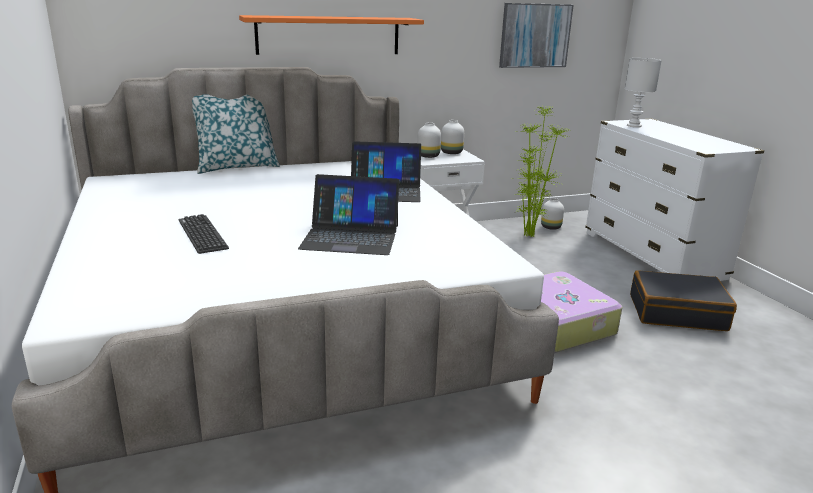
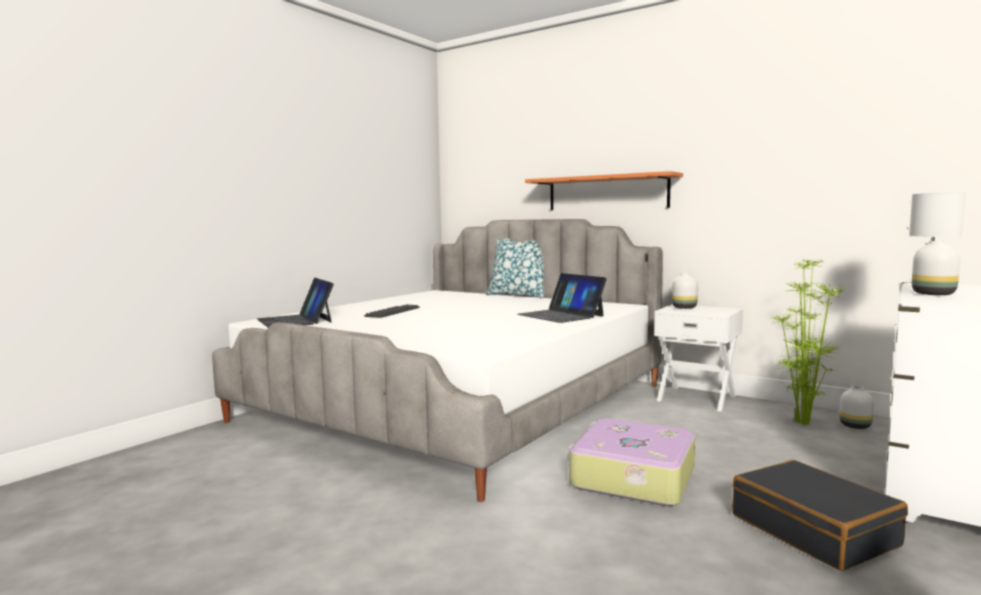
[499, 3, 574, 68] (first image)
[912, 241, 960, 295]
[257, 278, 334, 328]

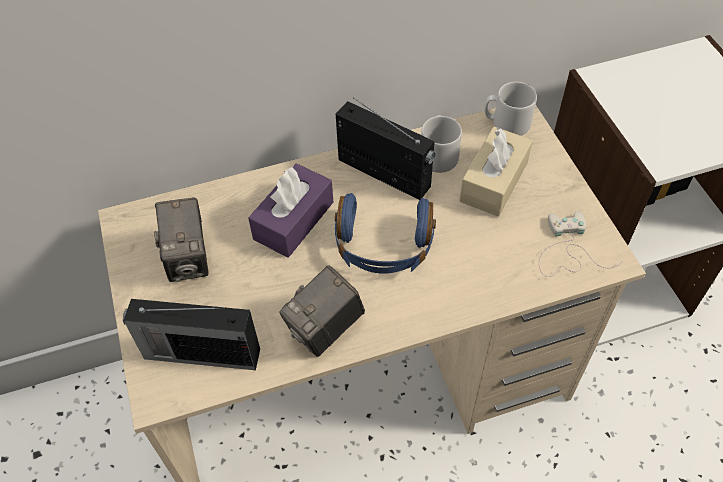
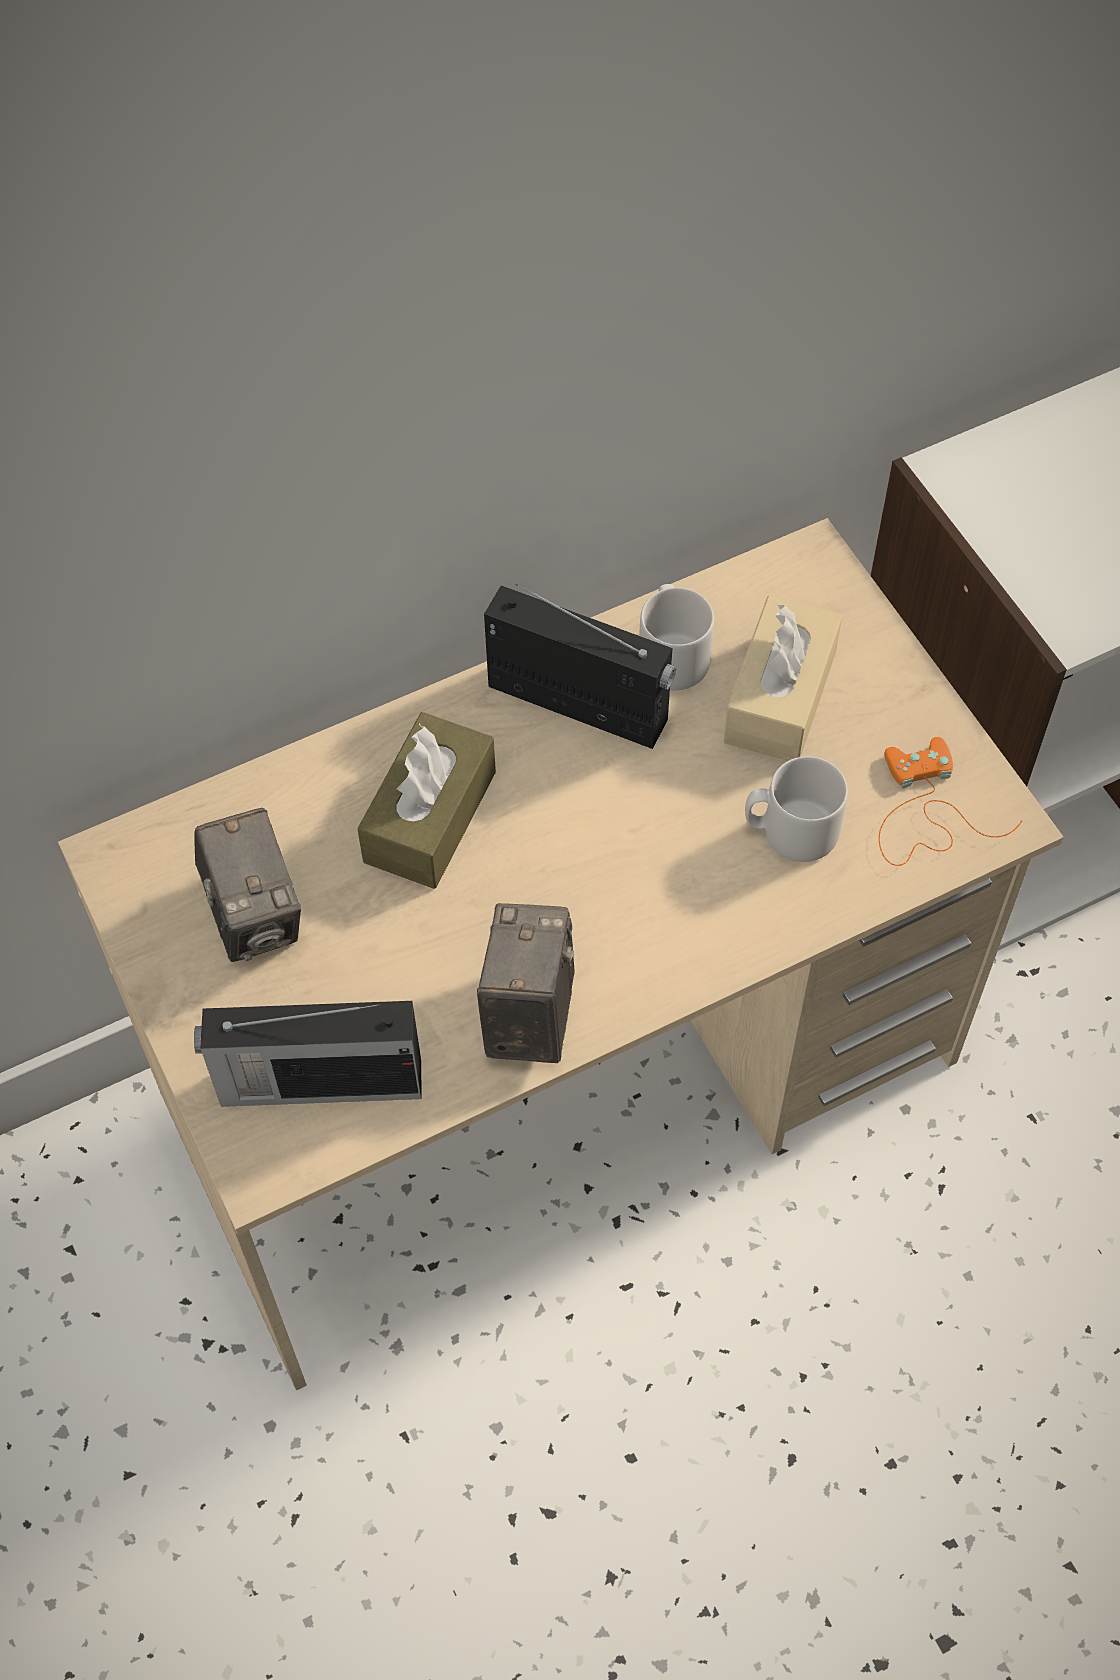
[745, 756, 848, 862]
[357, 712, 496, 889]
[335, 193, 436, 273] (first image)
[879, 737, 1022, 866]
[477, 903, 575, 1063]

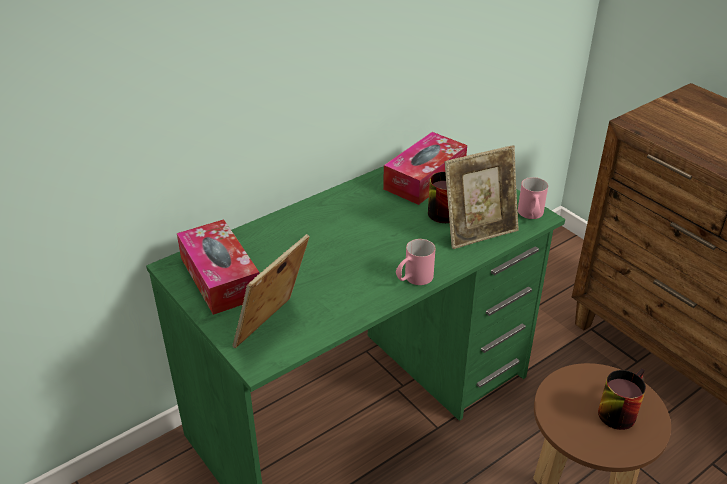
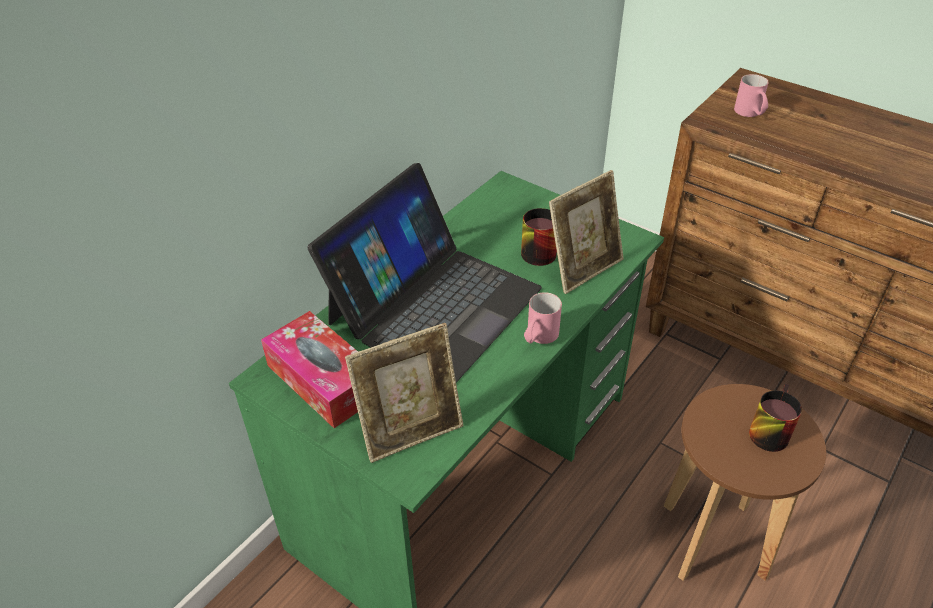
[383, 132, 467, 205] (first image)
[734, 74, 769, 117]
[345, 323, 463, 463]
[307, 163, 542, 383]

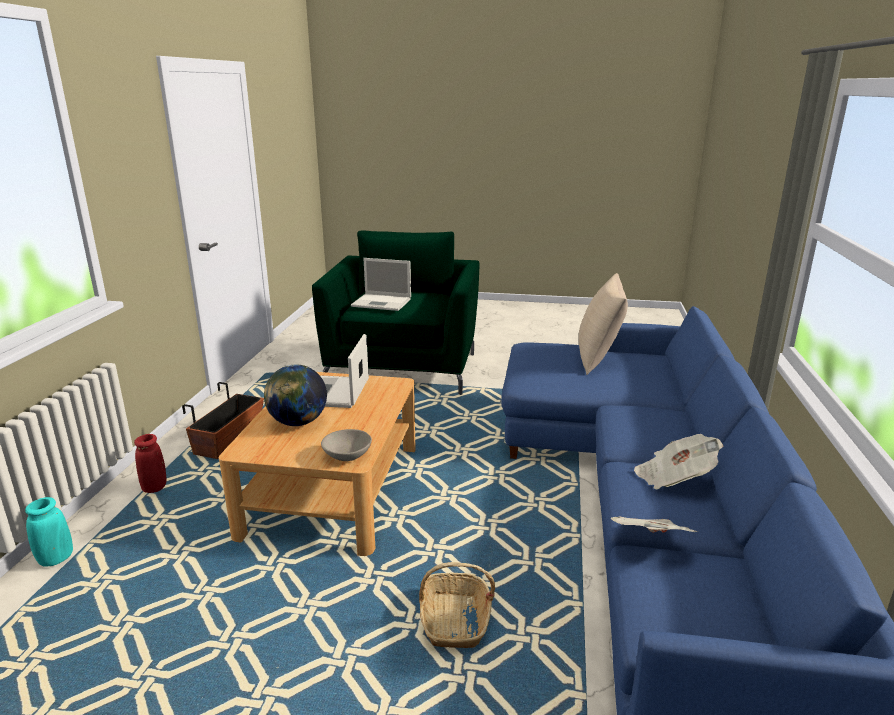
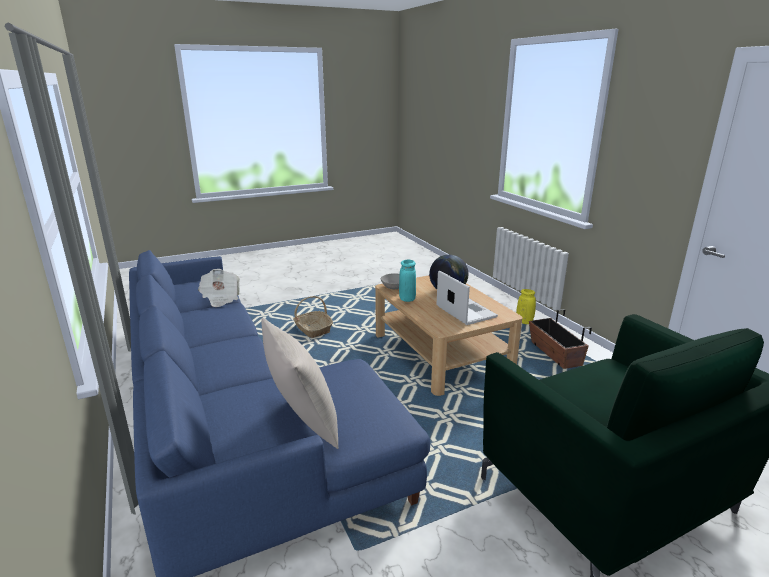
[351, 258, 411, 311] (first image)
[516, 289, 536, 324]
[634, 434, 723, 490] (first image)
[399, 260, 416, 302]

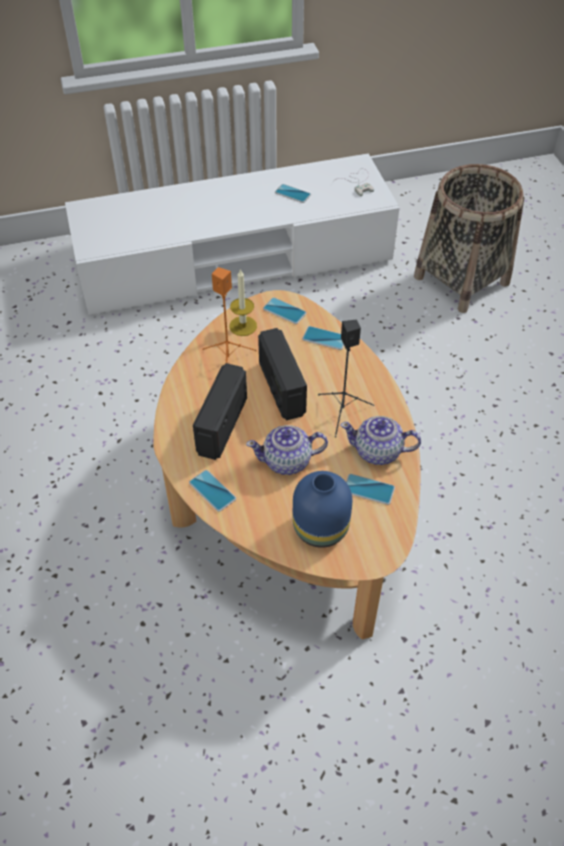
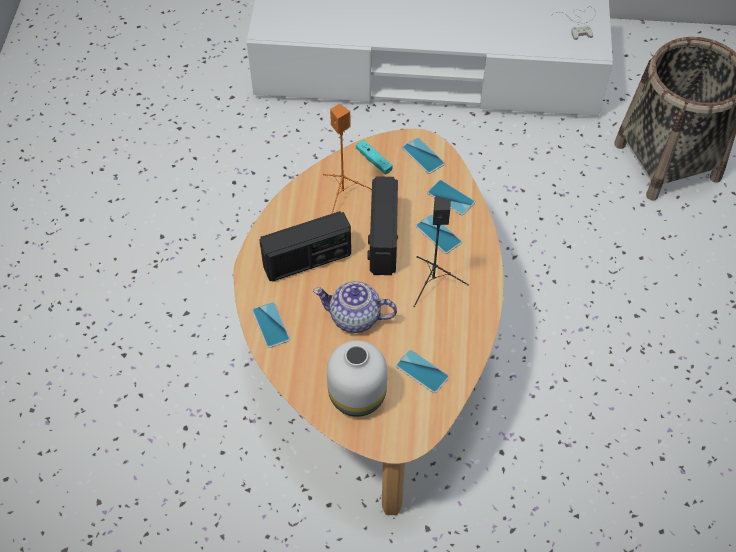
[416, 214, 462, 254]
[356, 140, 393, 175]
[259, 211, 351, 281]
[340, 416, 421, 465] (first image)
[327, 340, 387, 417]

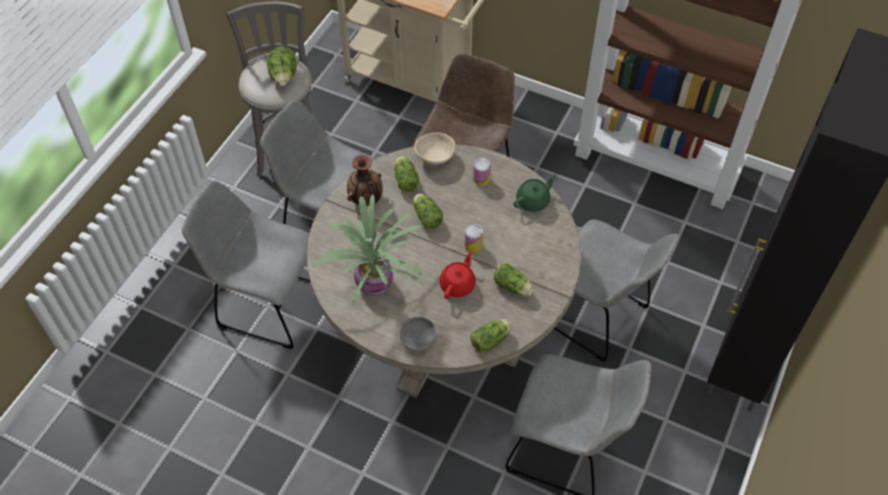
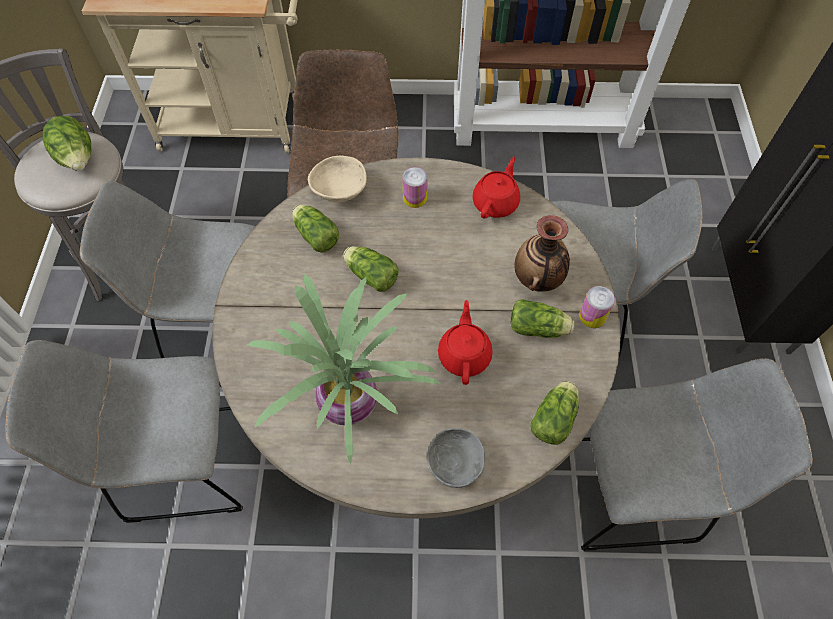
[514, 215, 570, 292]
[473, 157, 520, 219]
[579, 286, 615, 328]

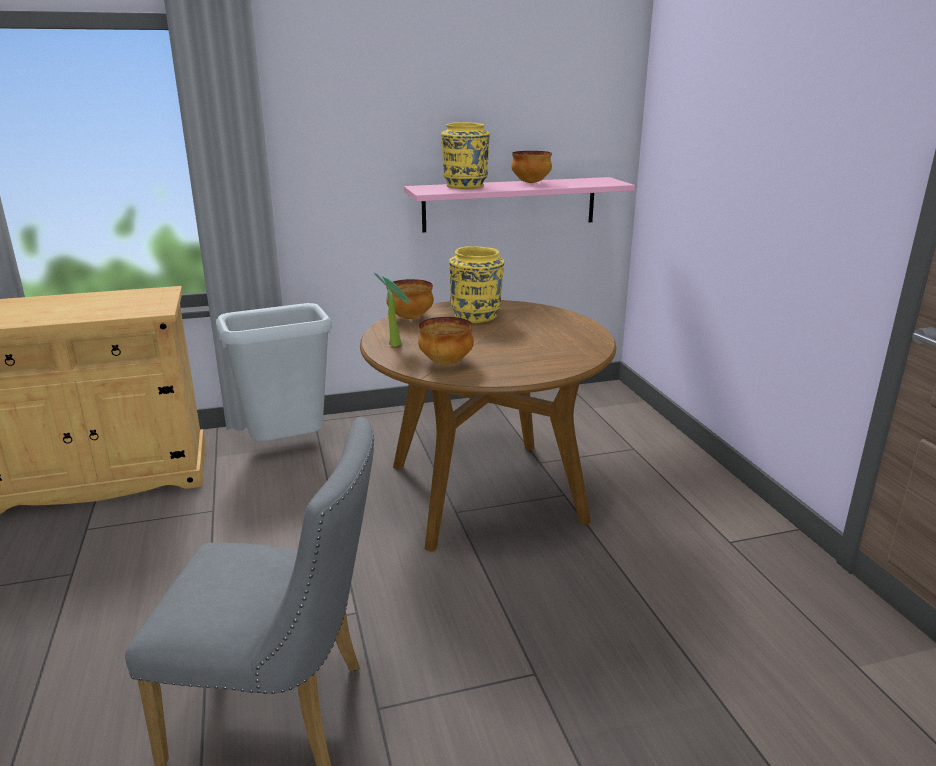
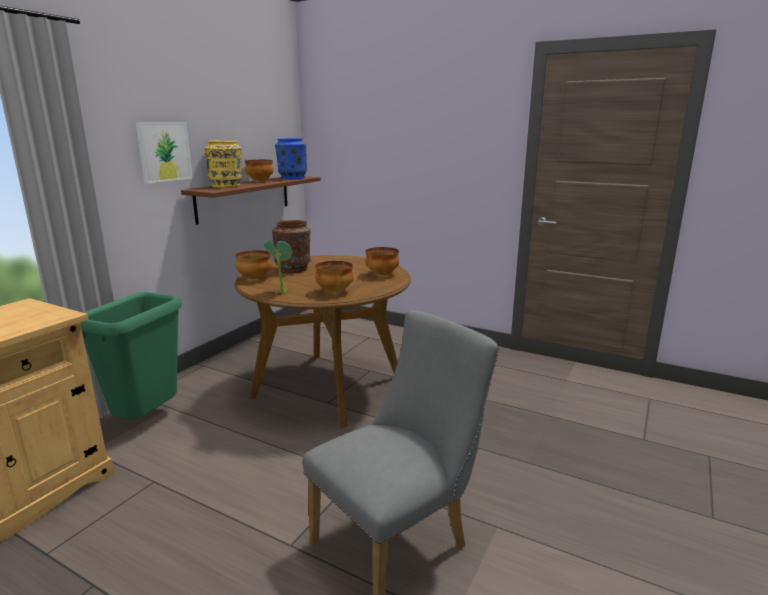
[181, 176, 321, 225]
[272, 220, 311, 273]
[80, 292, 182, 420]
[136, 122, 193, 184]
[275, 138, 307, 179]
[365, 247, 399, 275]

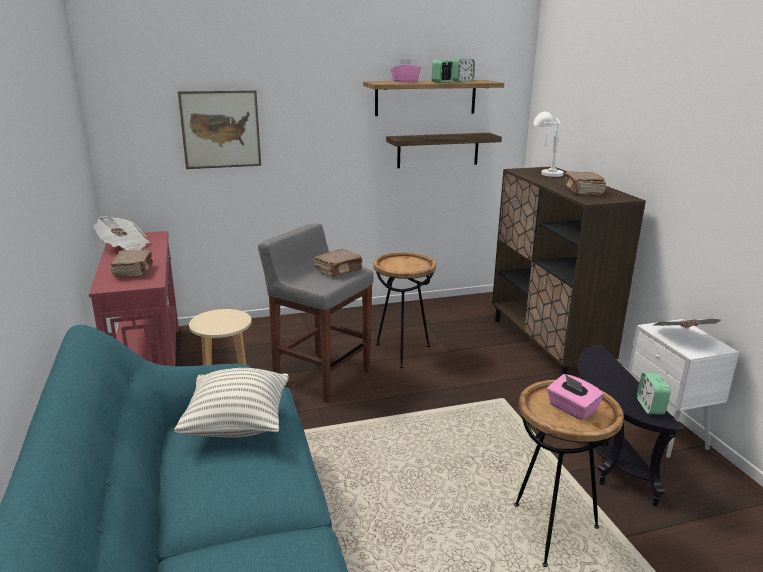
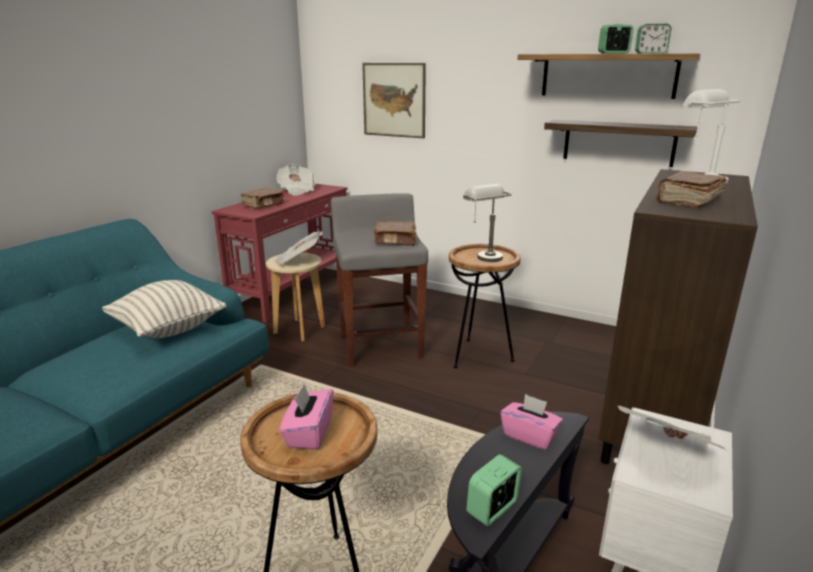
[500, 394, 563, 450]
[463, 184, 512, 262]
[273, 231, 323, 265]

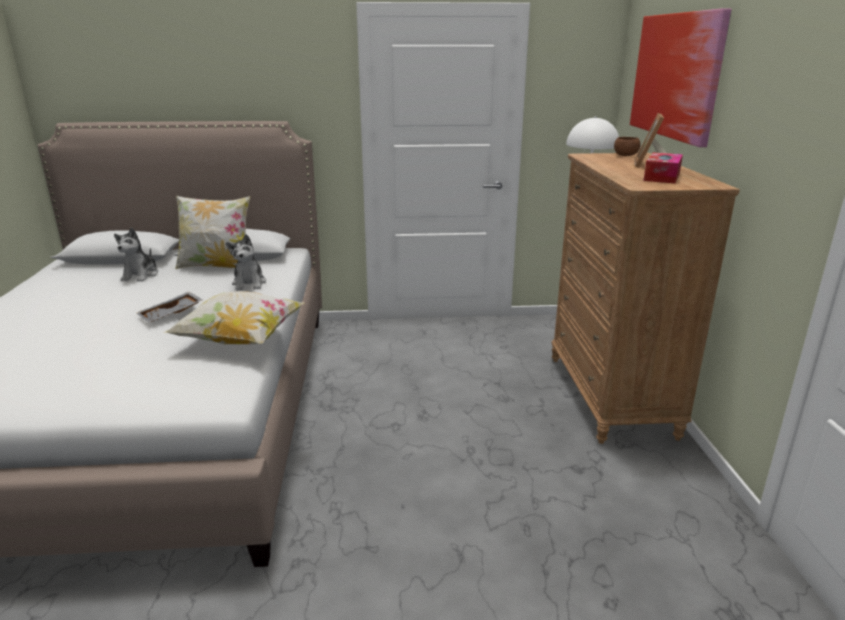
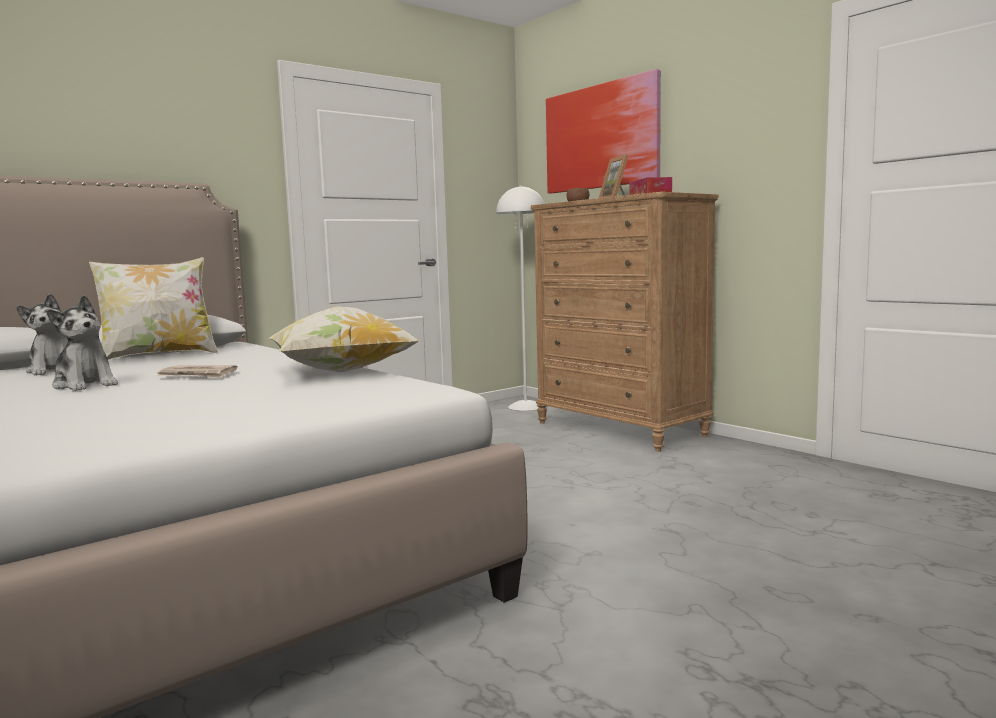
[46, 295, 118, 391]
[157, 366, 238, 378]

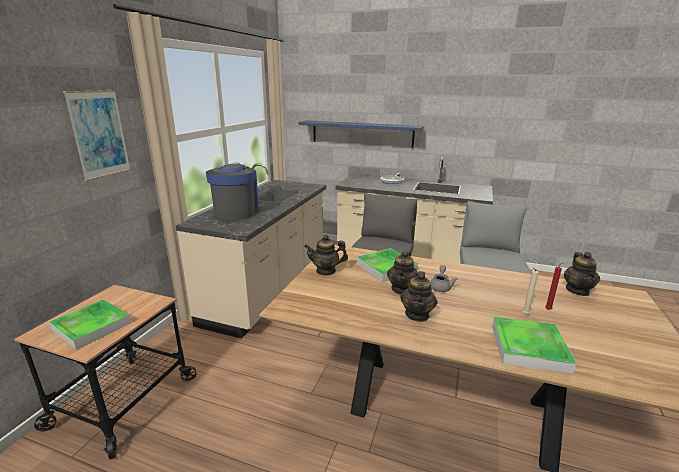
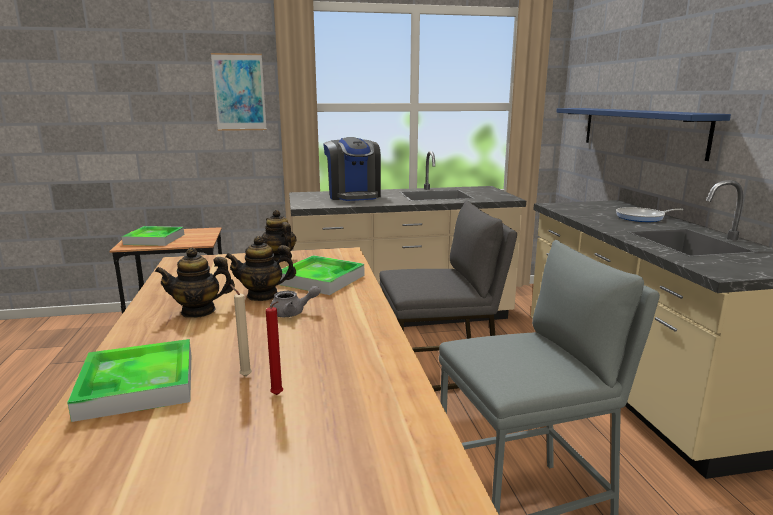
[323, 137, 381, 201]
[564, 252, 600, 296] (first image)

